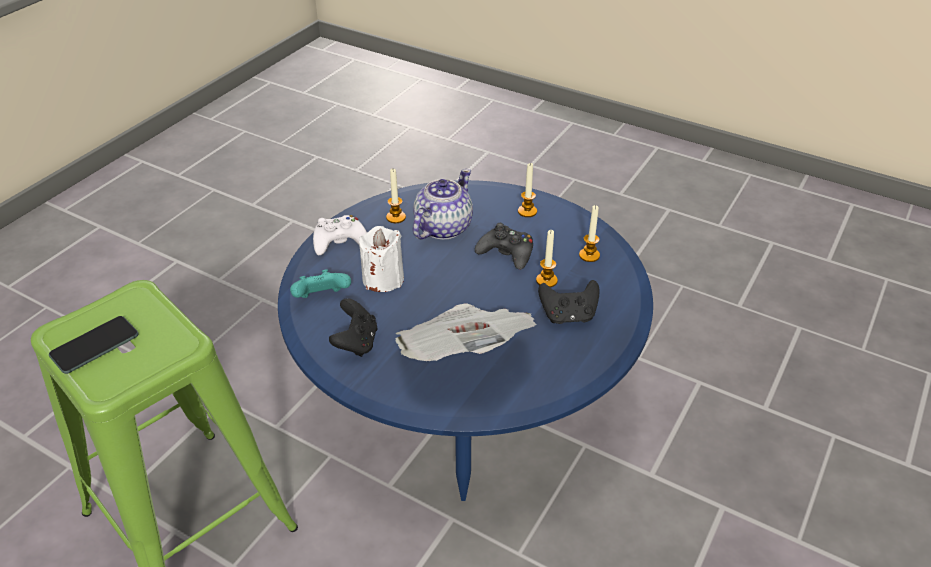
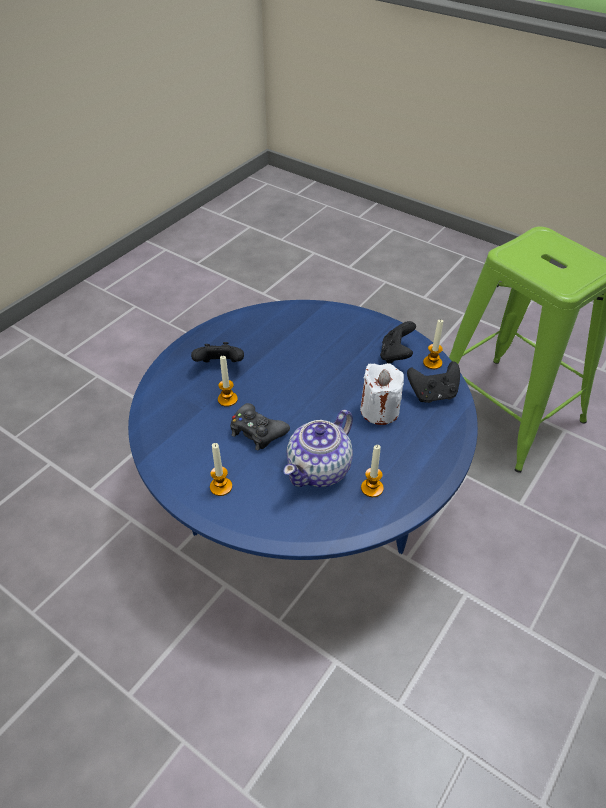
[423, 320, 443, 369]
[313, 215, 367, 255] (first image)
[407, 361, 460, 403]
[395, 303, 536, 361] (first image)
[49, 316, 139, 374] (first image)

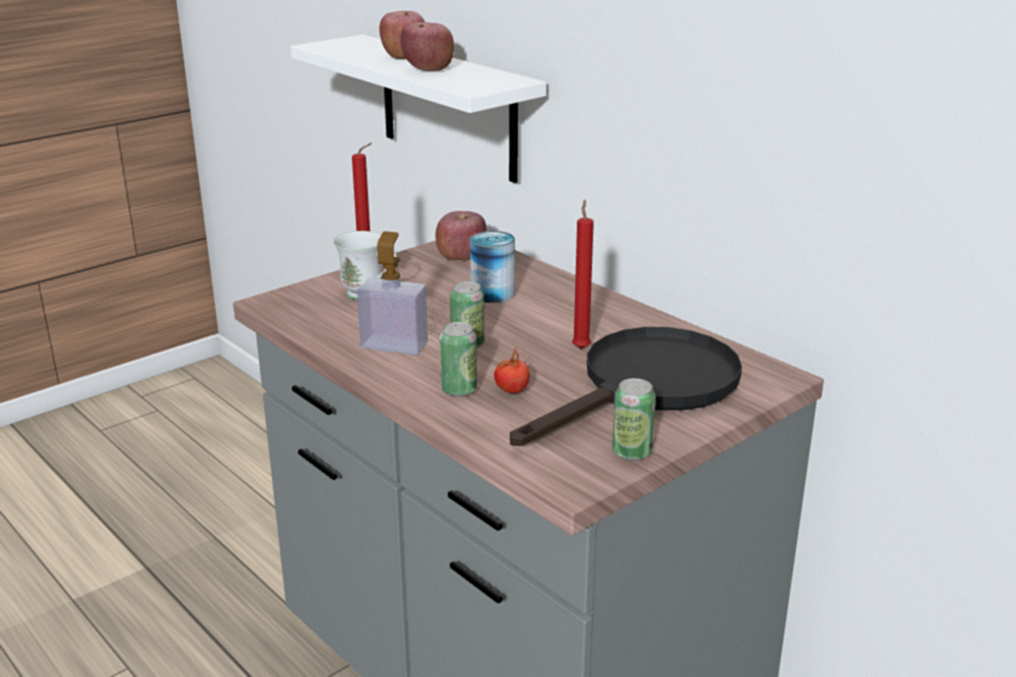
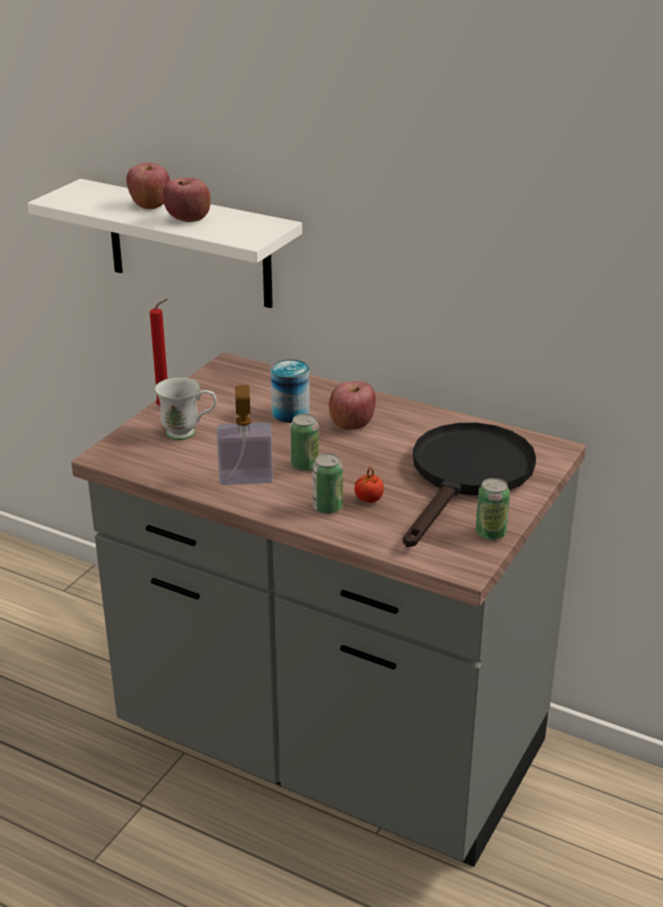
[572, 200, 594, 349] (first image)
[329, 381, 376, 430]

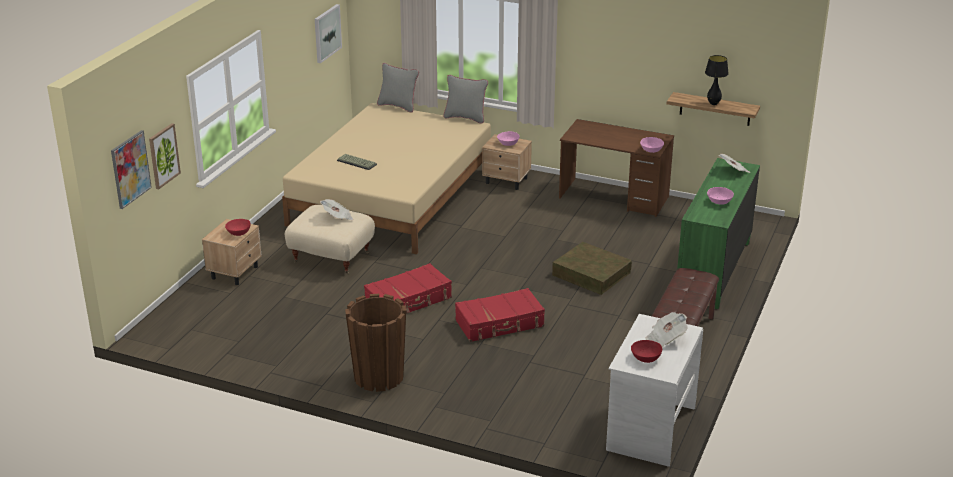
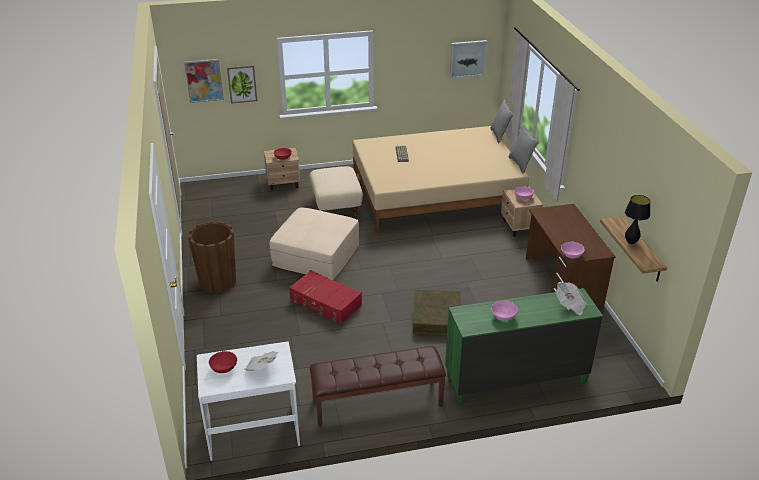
[320, 199, 353, 220] (first image)
[269, 208, 359, 280]

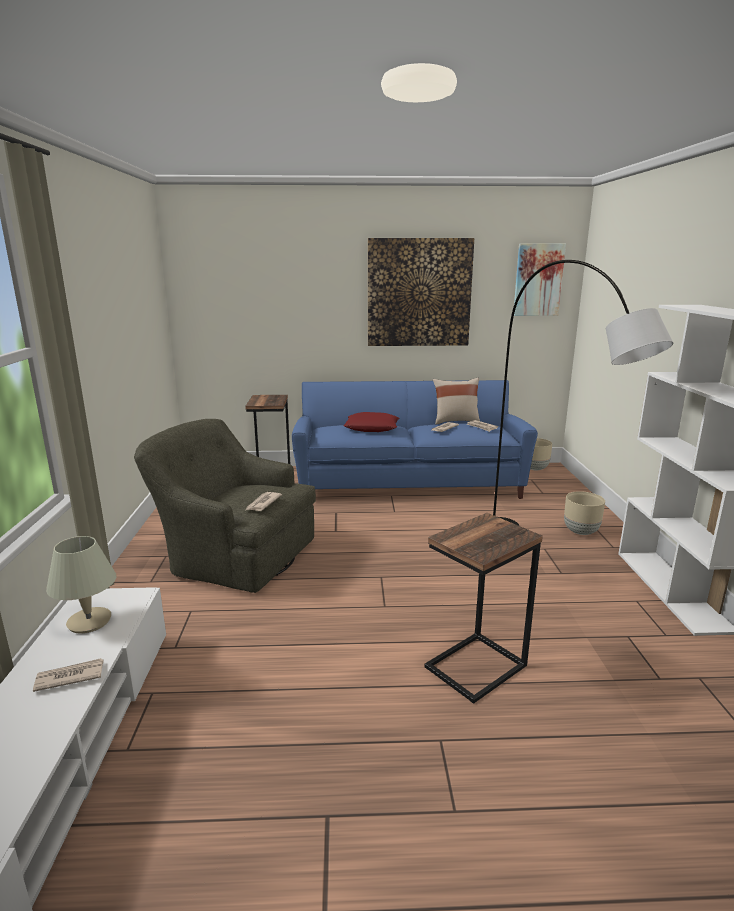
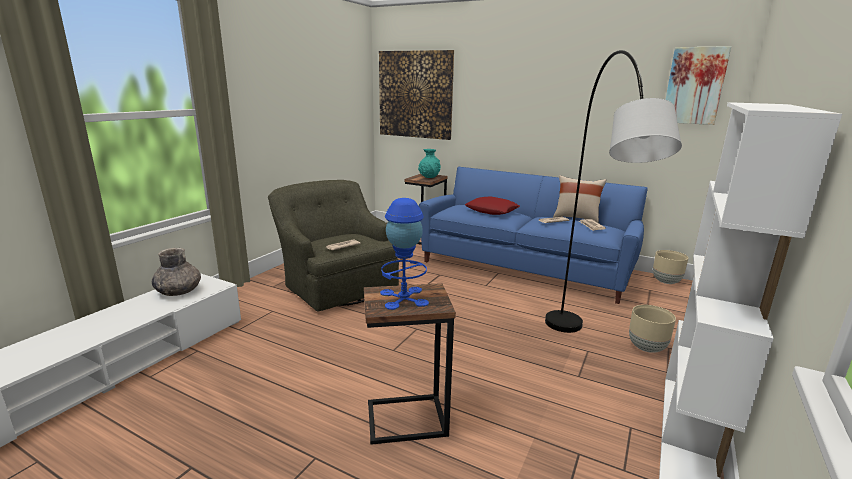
[379, 50, 454, 140]
[152, 248, 201, 296]
[33, 658, 103, 692] (first image)
[418, 149, 441, 178]
[380, 198, 429, 310]

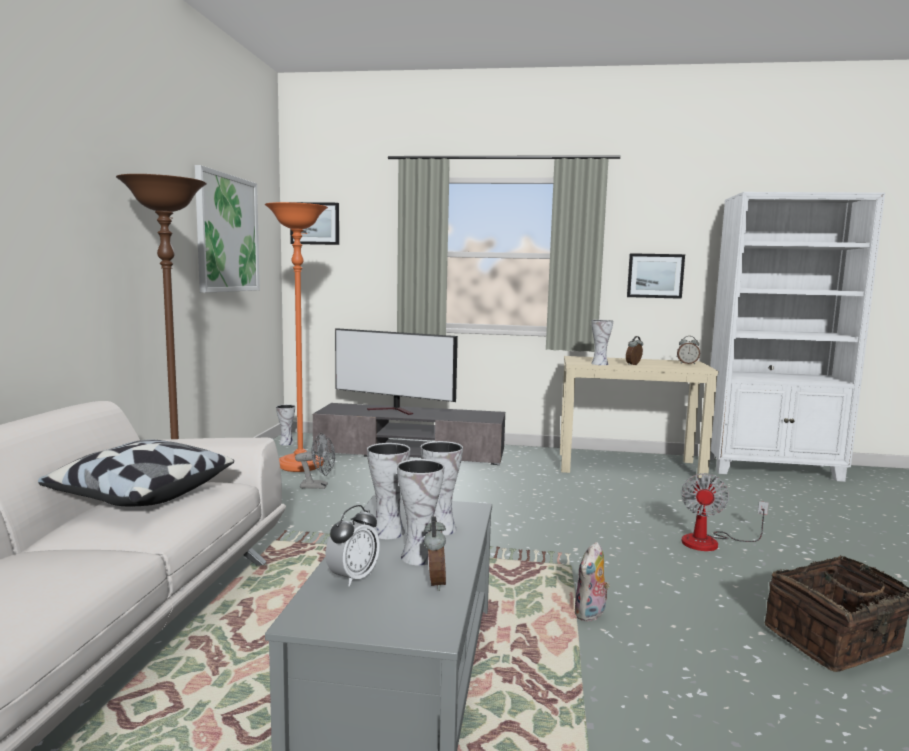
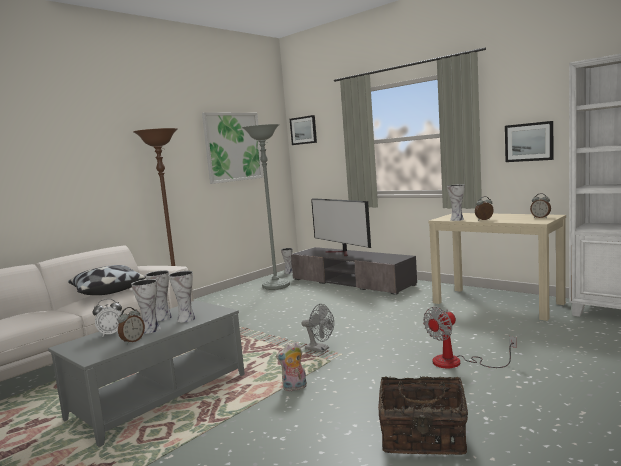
[242, 124, 290, 290]
[302, 304, 334, 353]

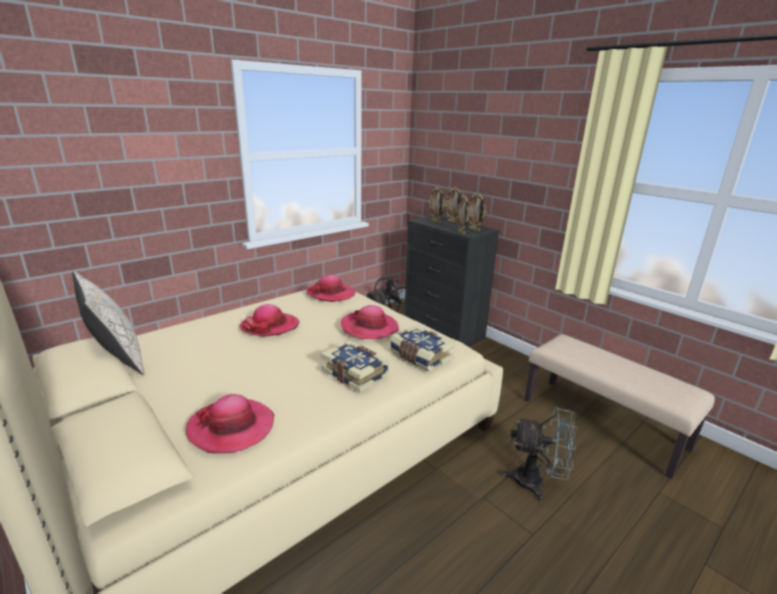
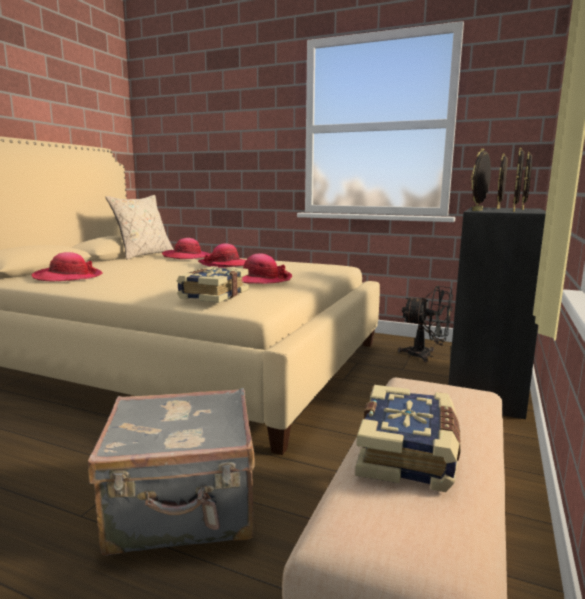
[162, 238, 210, 259]
[355, 385, 461, 492]
[88, 388, 255, 556]

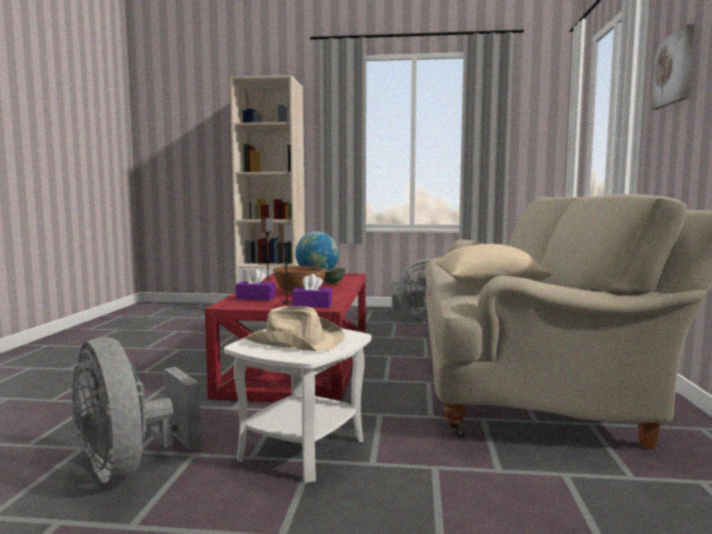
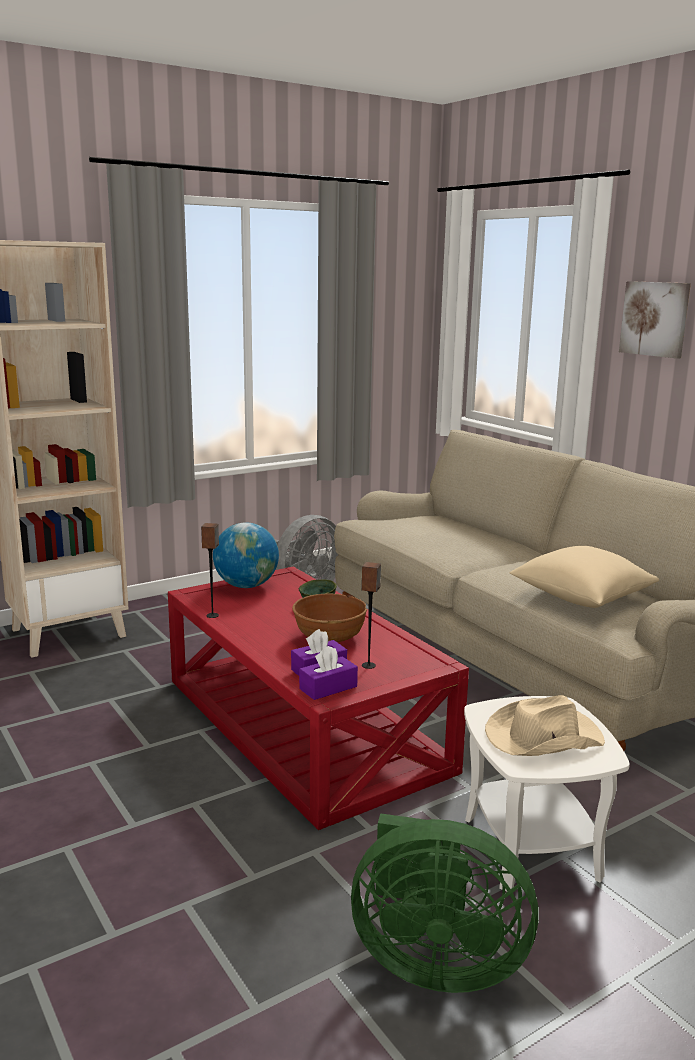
[299, 646, 358, 700]
[351, 813, 539, 993]

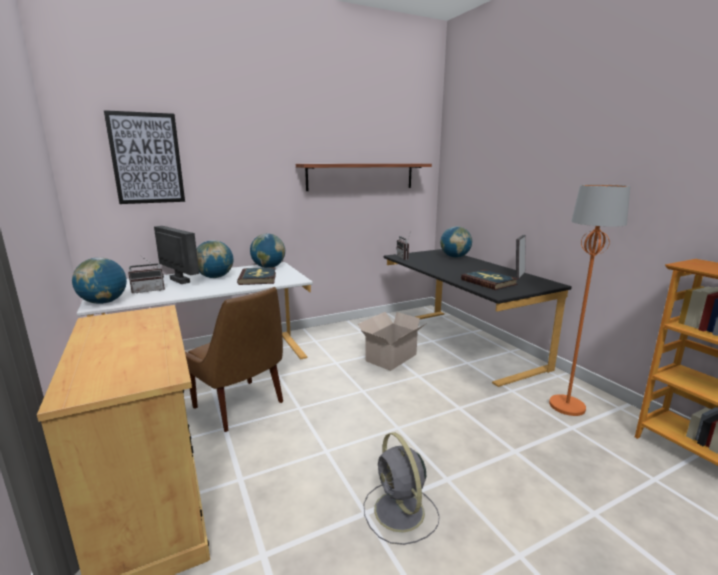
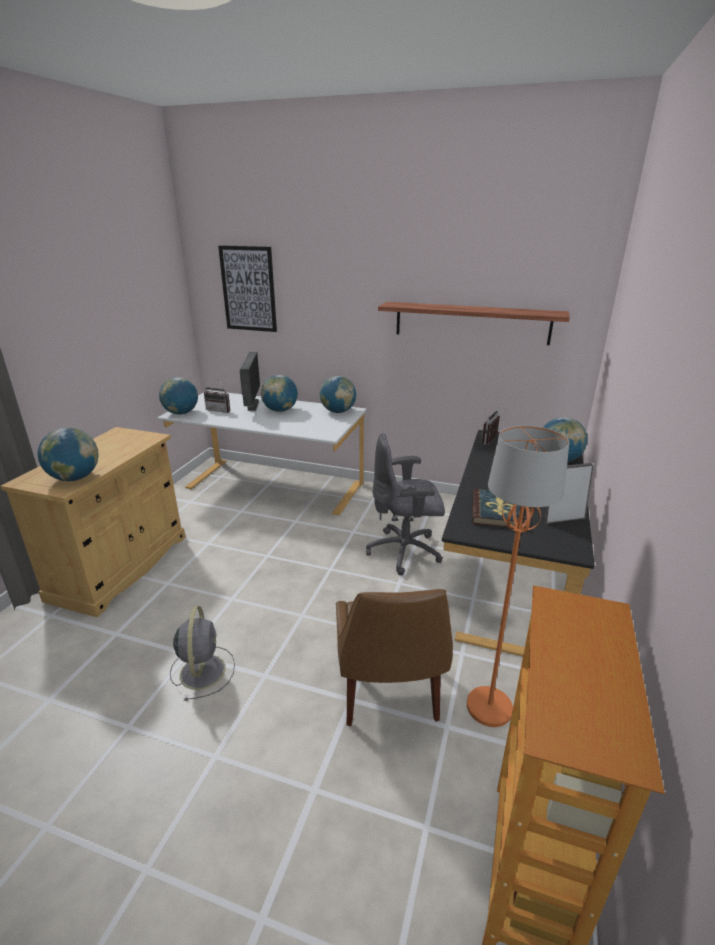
[237, 267, 276, 285] (first image)
[336, 589, 453, 726]
[366, 433, 445, 576]
[170, 606, 235, 701]
[38, 428, 99, 481]

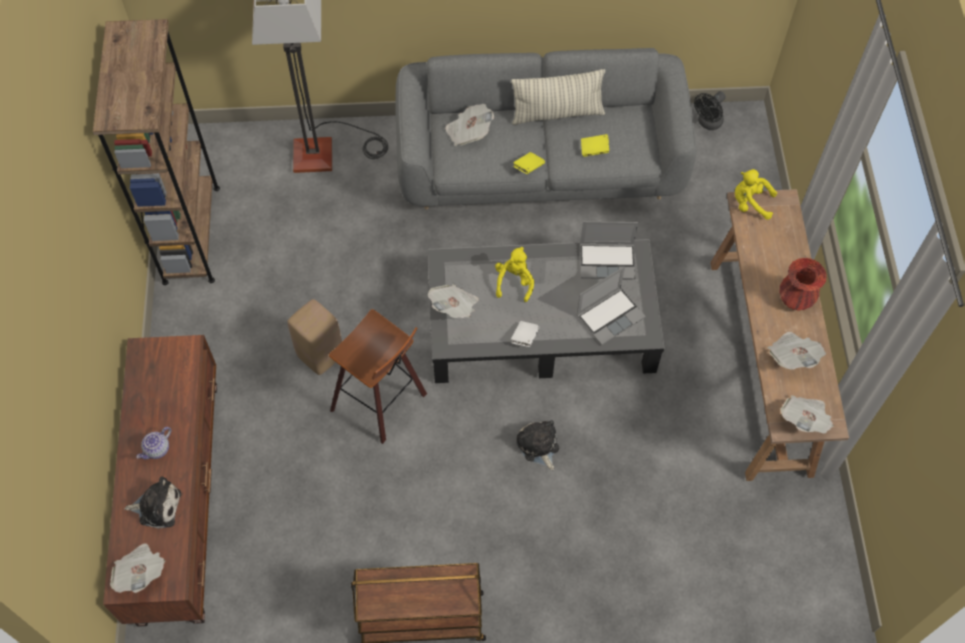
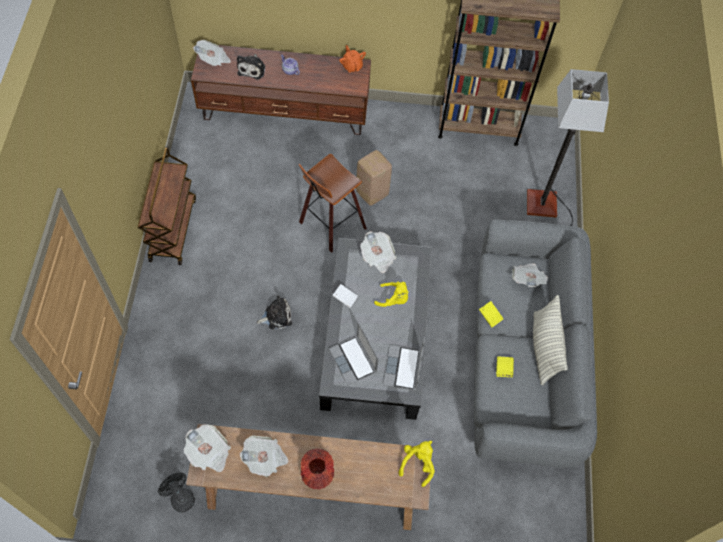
[158, 473, 195, 513]
[339, 45, 366, 73]

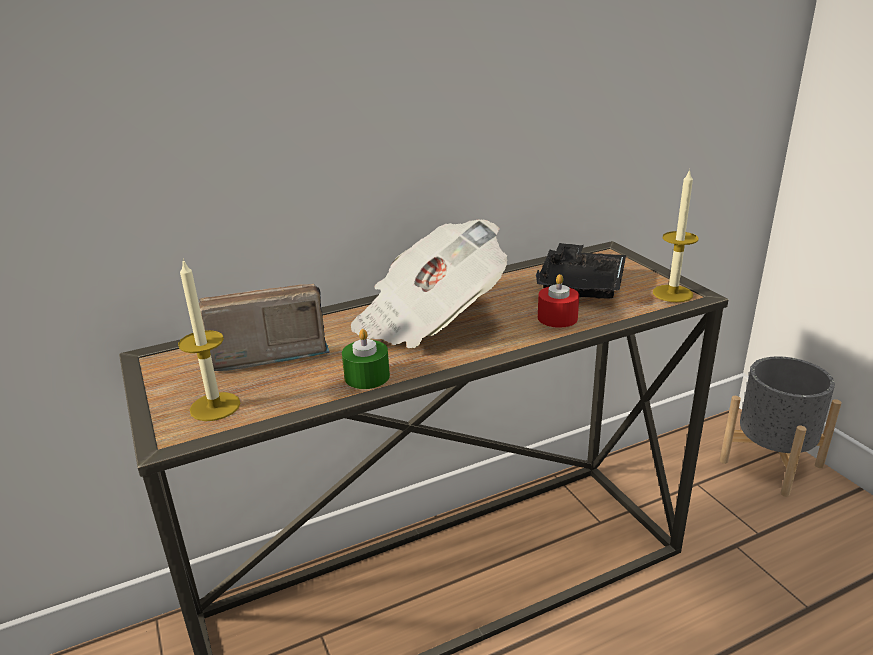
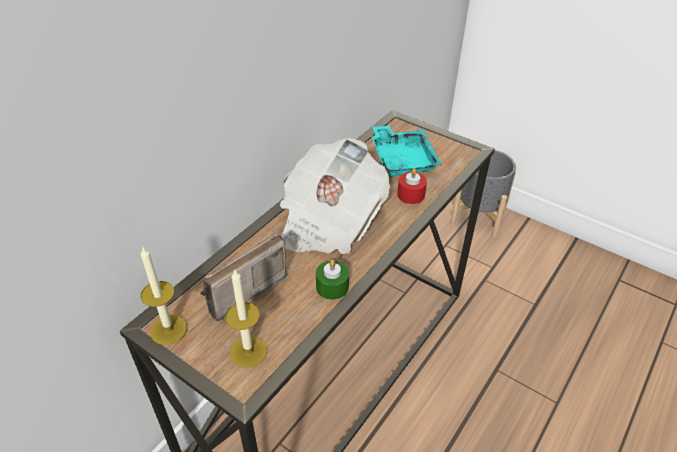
[140, 246, 187, 345]
[371, 125, 442, 177]

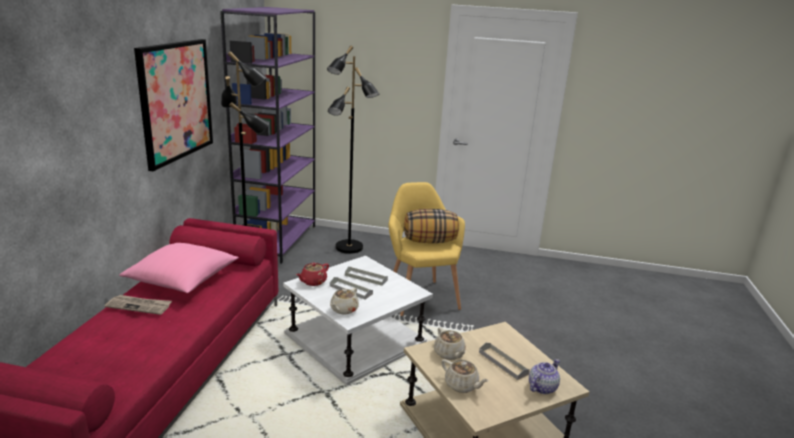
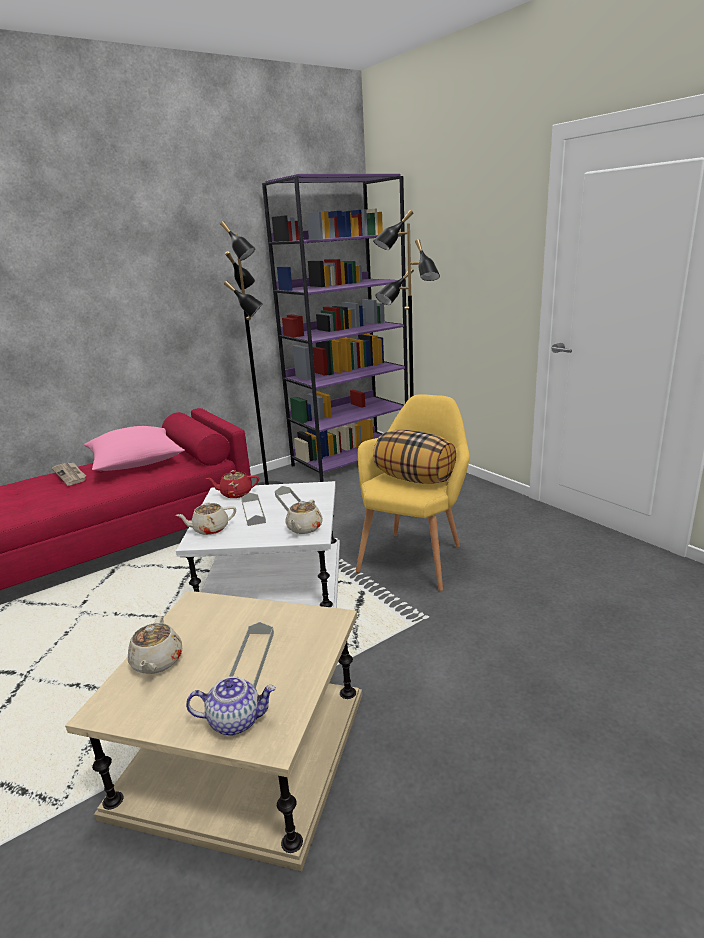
[134, 39, 213, 171] (first image)
[285, 500, 323, 534]

